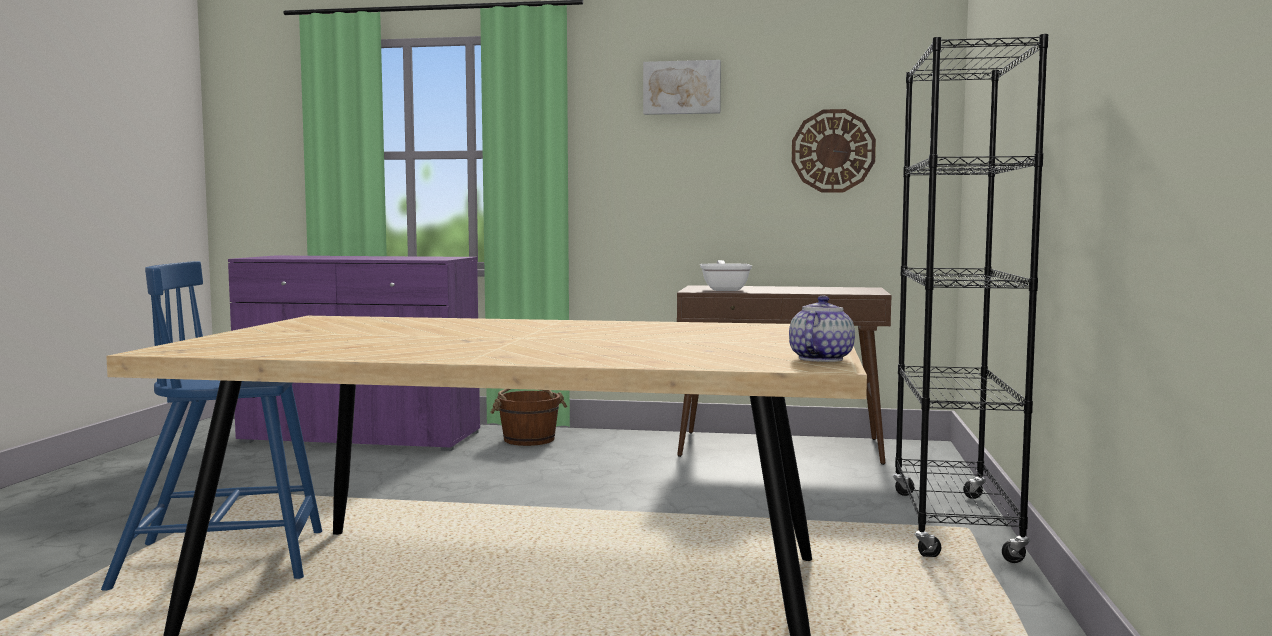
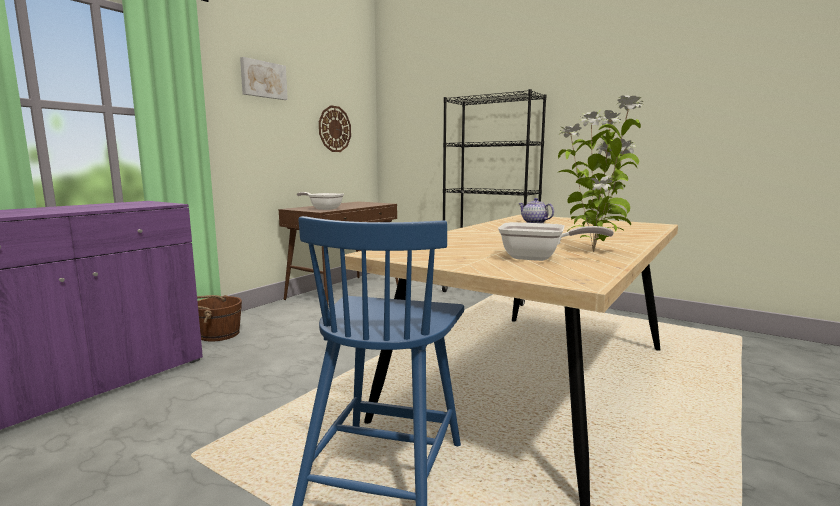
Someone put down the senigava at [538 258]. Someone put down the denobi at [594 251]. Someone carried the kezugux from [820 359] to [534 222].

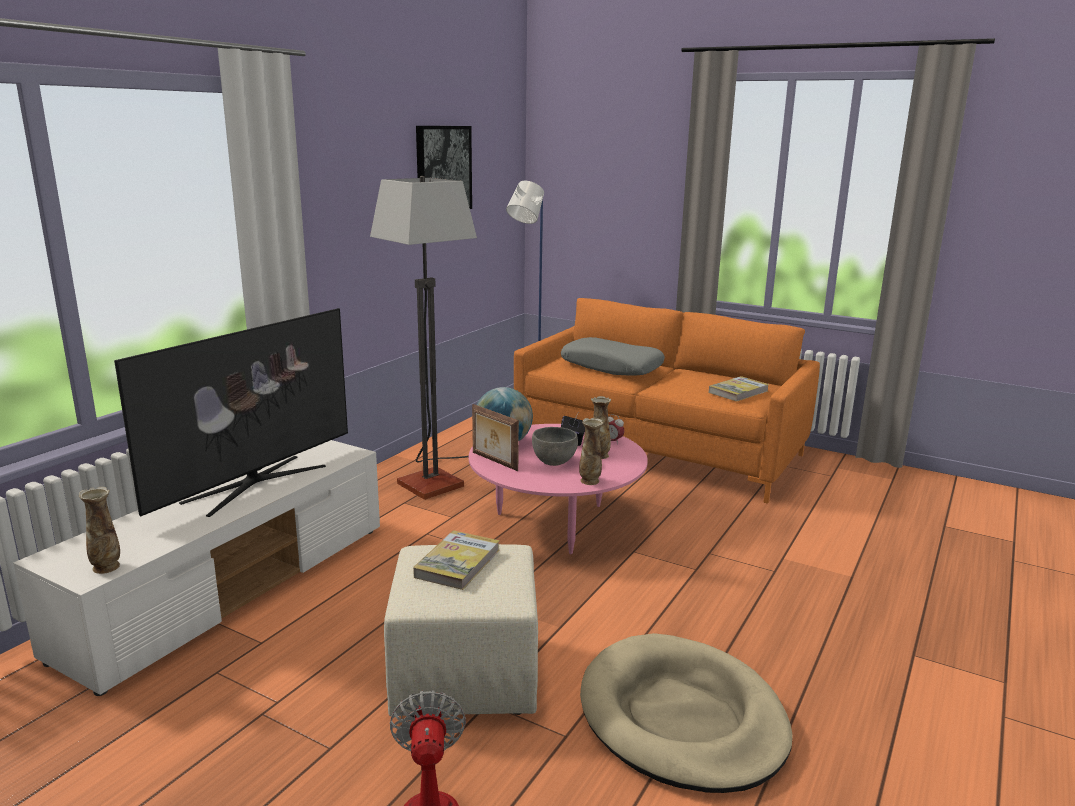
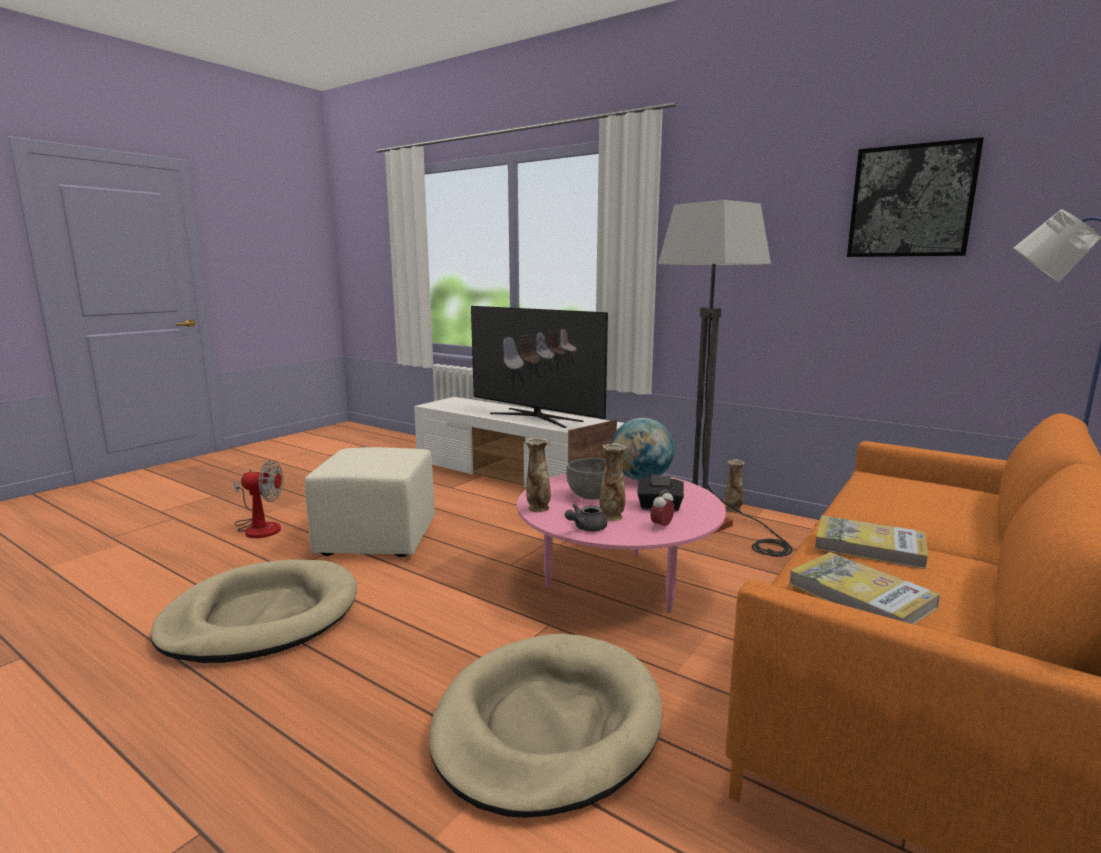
Someone took away the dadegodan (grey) at [612 367]. Someone put down the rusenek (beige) at [547 725]. Someone put down the kezugux (grey) at [586 528]. Someone carried the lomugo from [106 567] to [732 509]. Someone carried the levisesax from [457 563] to [869 546].

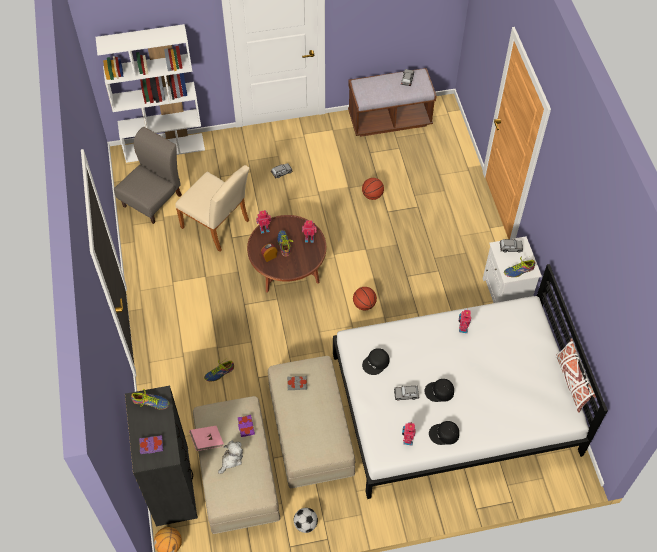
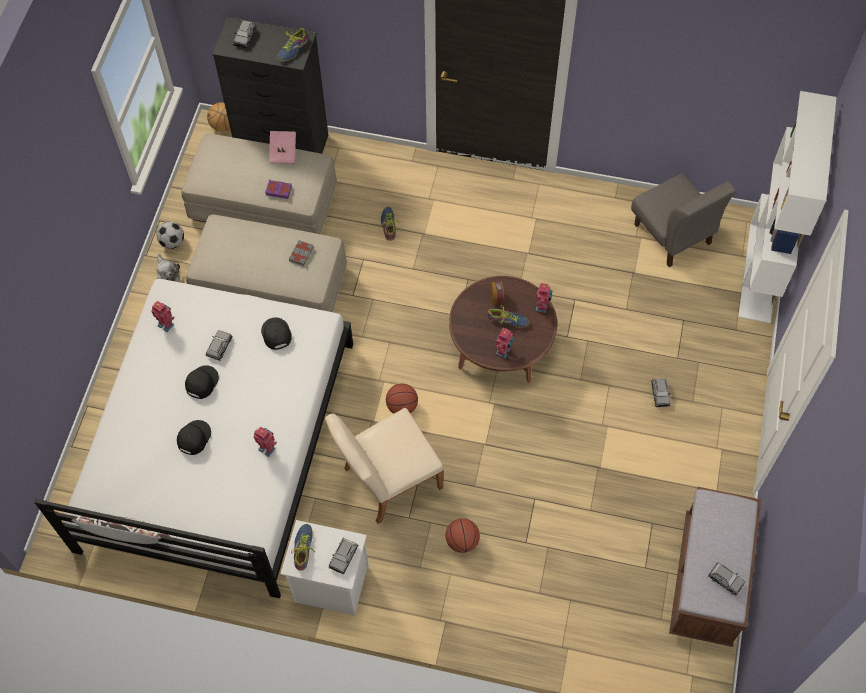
Someone carried the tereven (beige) from [218 226] to [387 481]. Someone carried the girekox from [231 459] to [167 272]. Someone carried the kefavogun from [372 195] to [462 541]. Someone carried the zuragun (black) from [444 434] to [193 437]. Someone swapped the levisesax (purple) at [151 446] for the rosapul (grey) at [245 37].

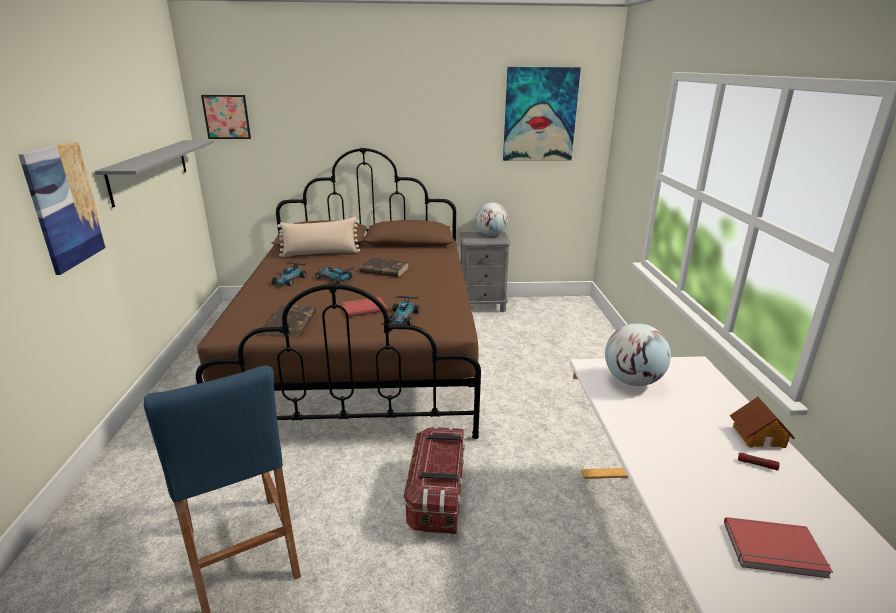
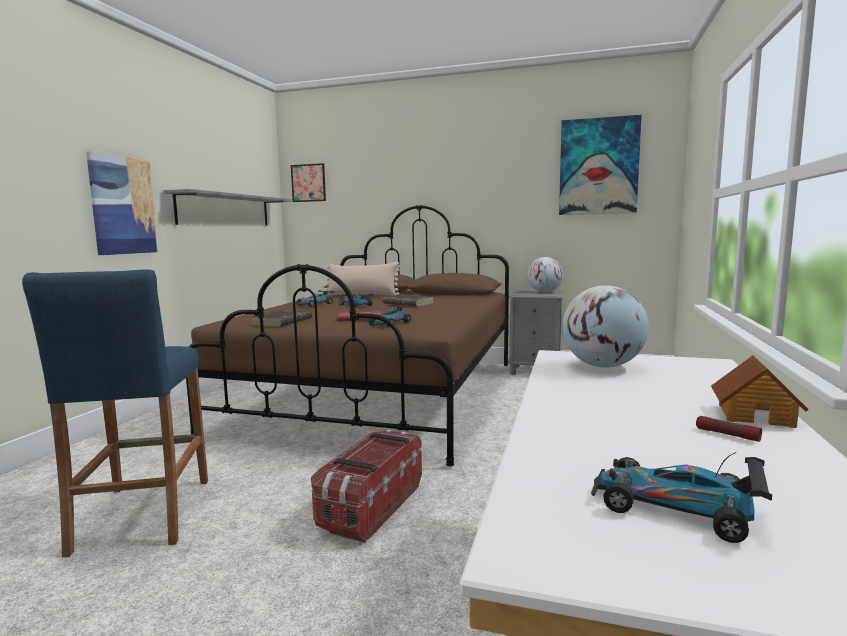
Someone swapped the levisesax (red) at [775 551] for the rosapul at [676 507].

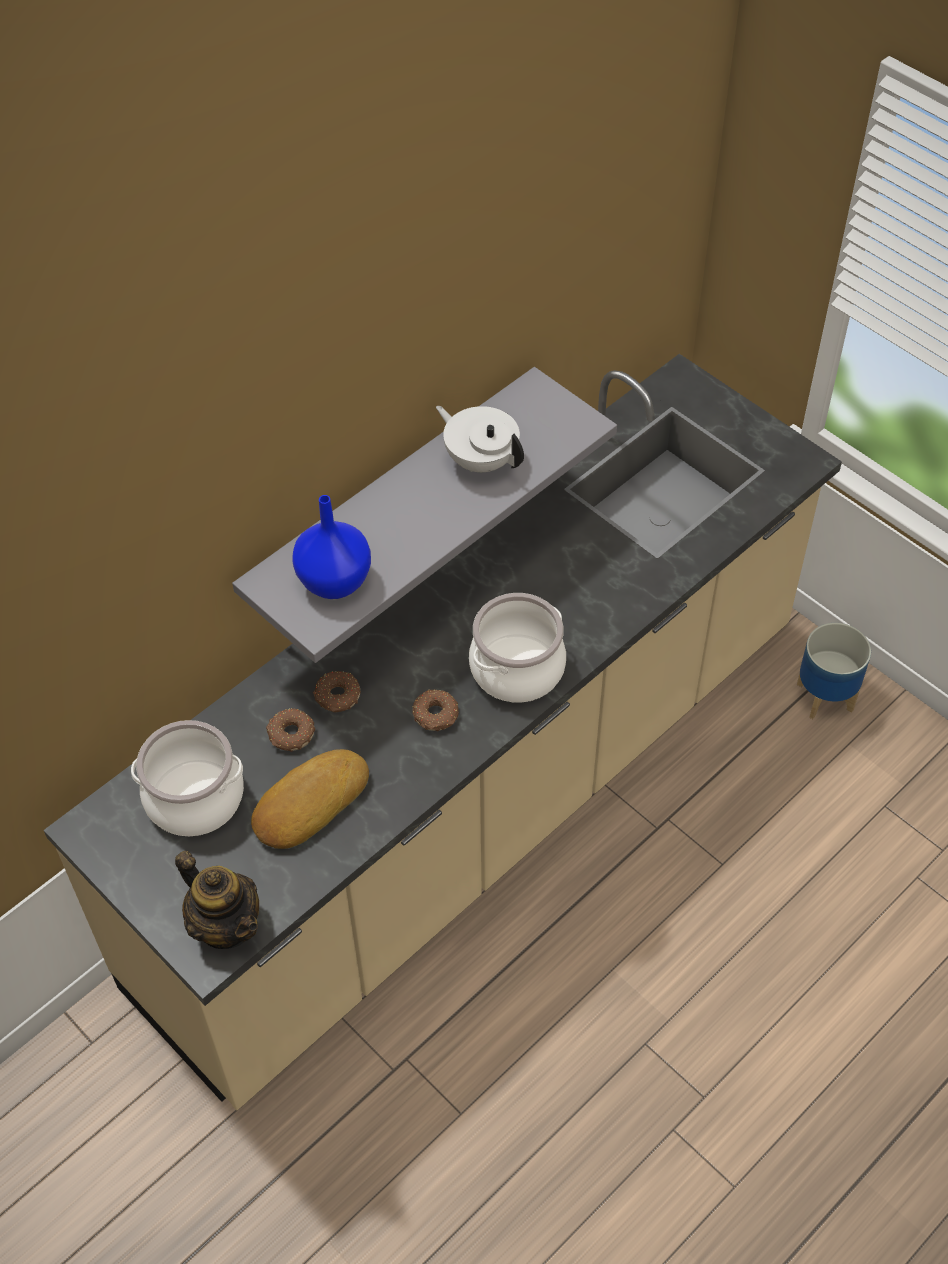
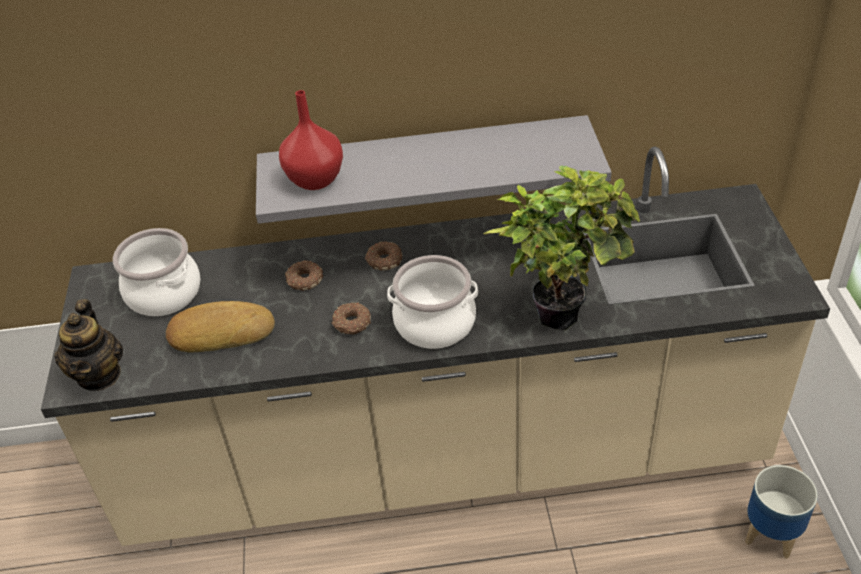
Someone took away the kezugux (white) at [481 460]. Someone put down the denobi at [561 310]. Someone carried the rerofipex from [290 734] to [384 260]. Someone repainted the lomugo (blue) at [334 583], which became the lomugo (red) at [314 180].

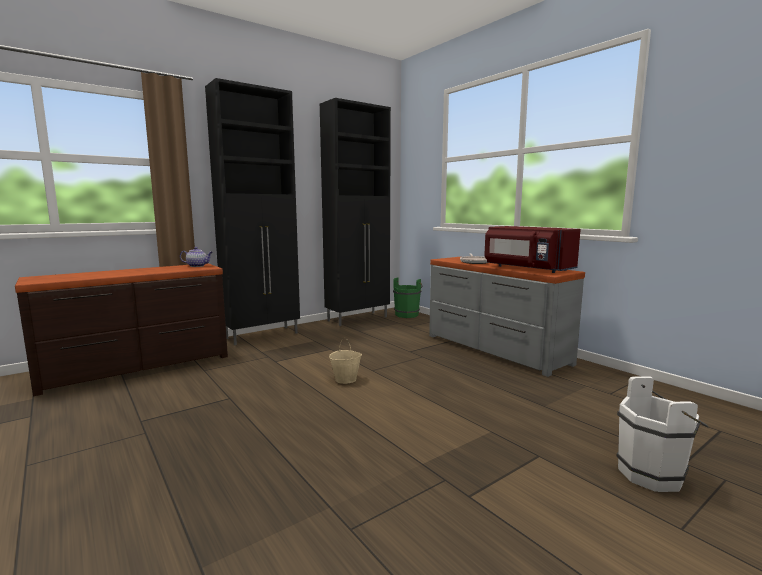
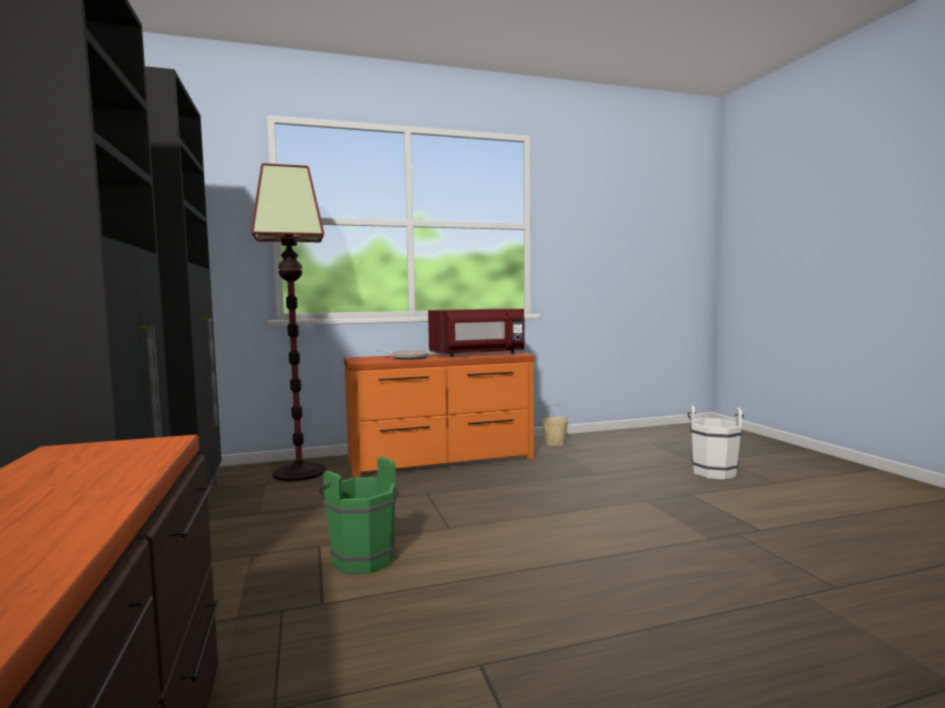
Someone took away the kezugux at [197 266]. Someone put down the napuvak at [300 472]. Someone carried the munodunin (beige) from [346 379] to [554 443]. Someone carried the munodunin (green) from [407 314] to [360 558]. Someone repainted the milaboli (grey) at [494 349], which became the milaboli (orange) at [441 460].

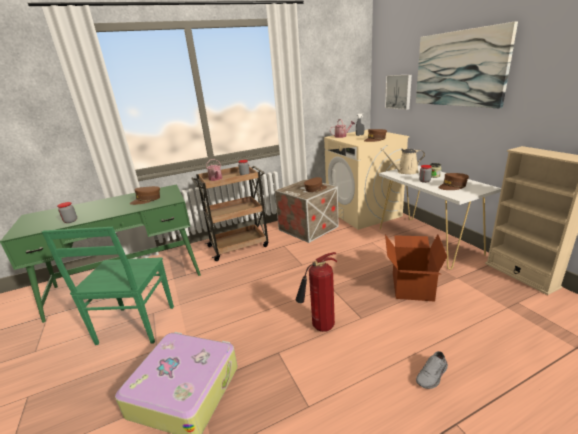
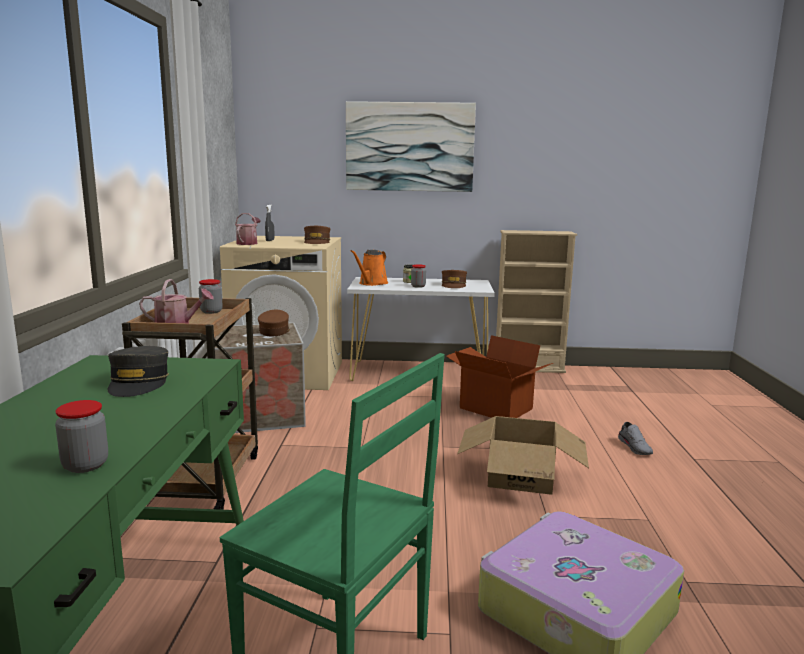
Someone took away the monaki at [399 92]. Someone swapped the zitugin at [320 327] for the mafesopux at [521 476]. Someone repainted the zuragun (brown) at [146 200], which became the zuragun (grey) at [139 383]. Someone repainted the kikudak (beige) at [405 172], which became the kikudak (orange) at [371 283].

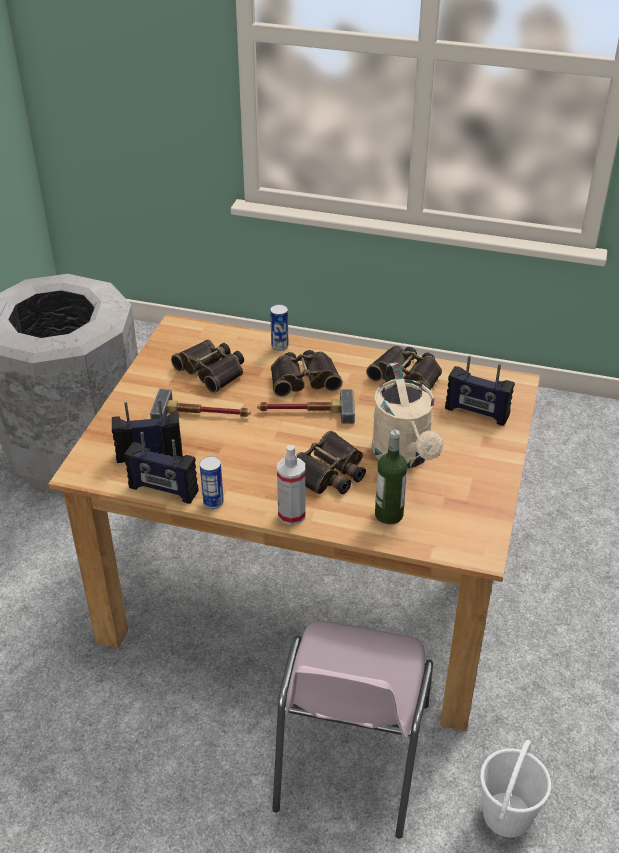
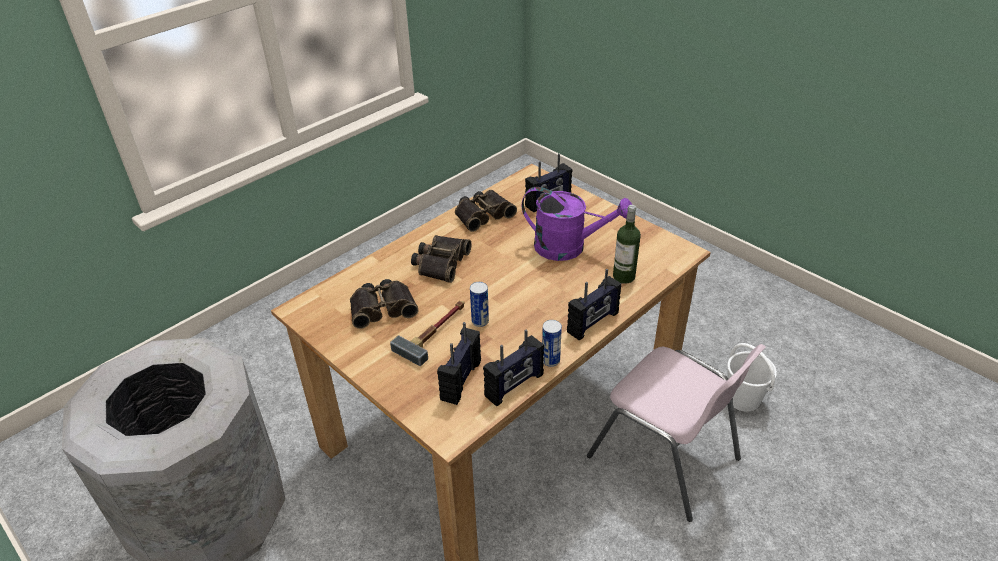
Someone took away the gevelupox at [305 411]. Someone took away the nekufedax at [329 473]. Someone carried the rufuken from [279 346] to [480 321]. Someone swapped the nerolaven at [291 515] for the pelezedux at [593 323]. Someone repainted the kikudak (beige) at [405 456], which became the kikudak (purple) at [569 247].

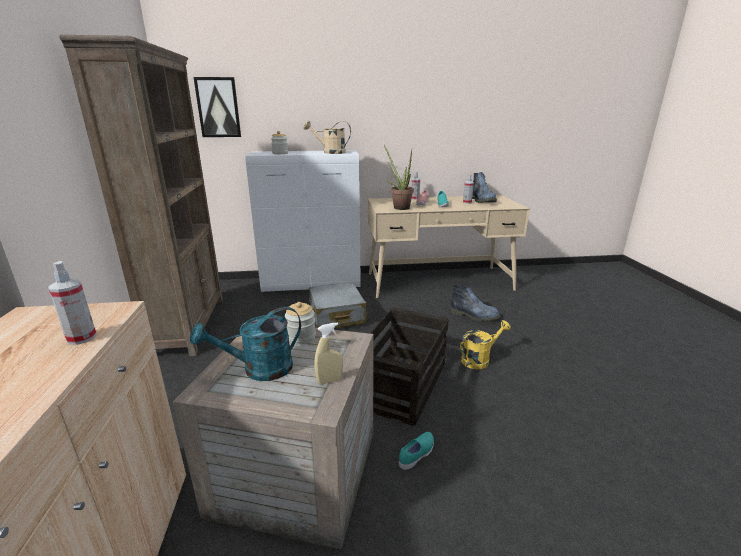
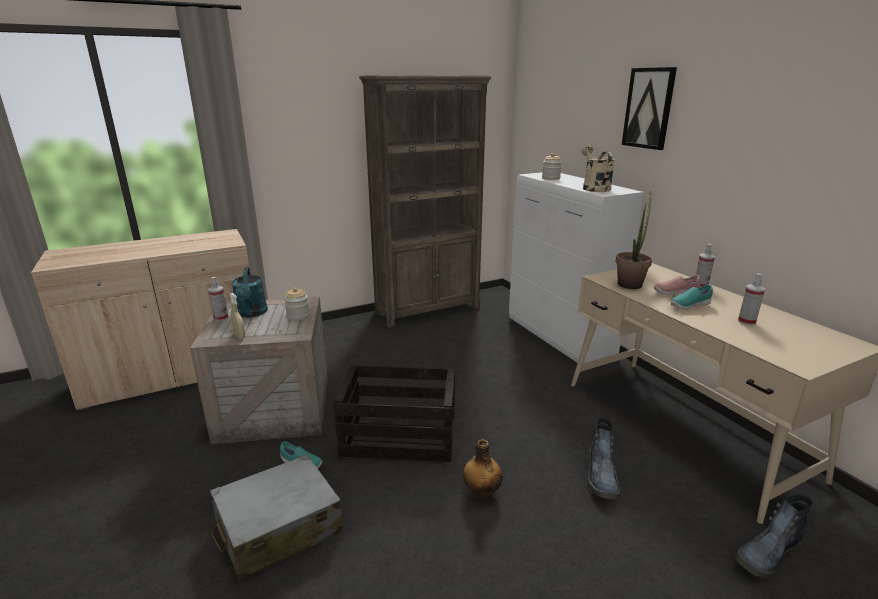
Someone carried the nerolaven from [81 338] to [221 318]. Someone carried the monaki from [218 107] to [649 108]. Someone carried the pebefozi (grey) from [336 315] to [278 528]. Someone carried the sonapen from [482 201] to [767 555]. Someone swapped the kikudak (yellow) at [479 359] for the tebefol at [482 492]. Someone rotated the kikudak (turquoise) at [259 370] by 150 degrees counterclockwise.

